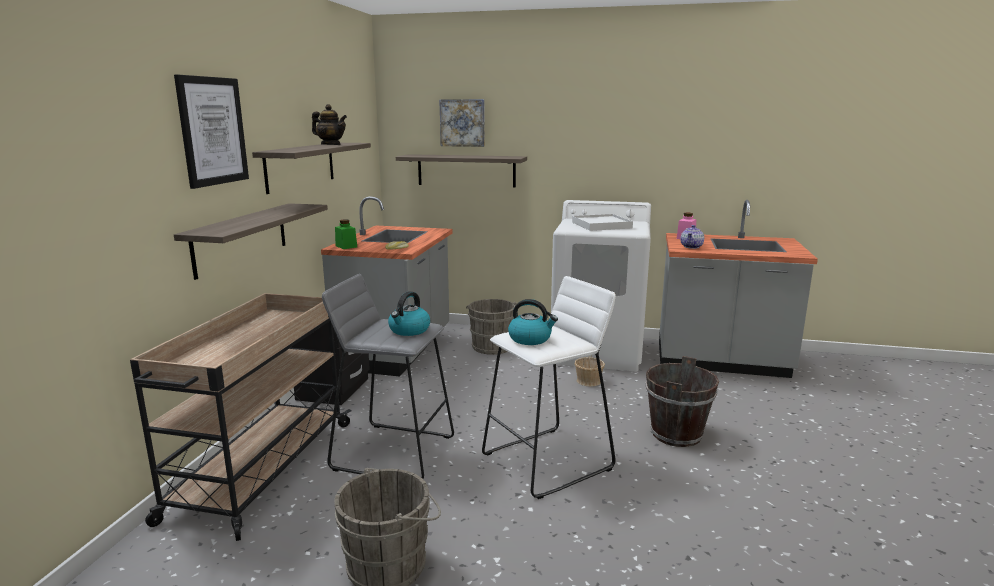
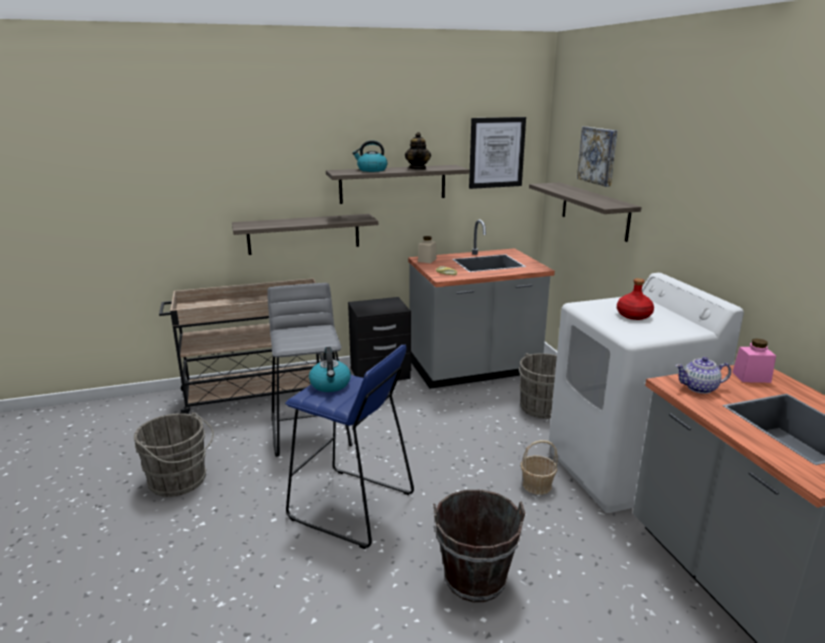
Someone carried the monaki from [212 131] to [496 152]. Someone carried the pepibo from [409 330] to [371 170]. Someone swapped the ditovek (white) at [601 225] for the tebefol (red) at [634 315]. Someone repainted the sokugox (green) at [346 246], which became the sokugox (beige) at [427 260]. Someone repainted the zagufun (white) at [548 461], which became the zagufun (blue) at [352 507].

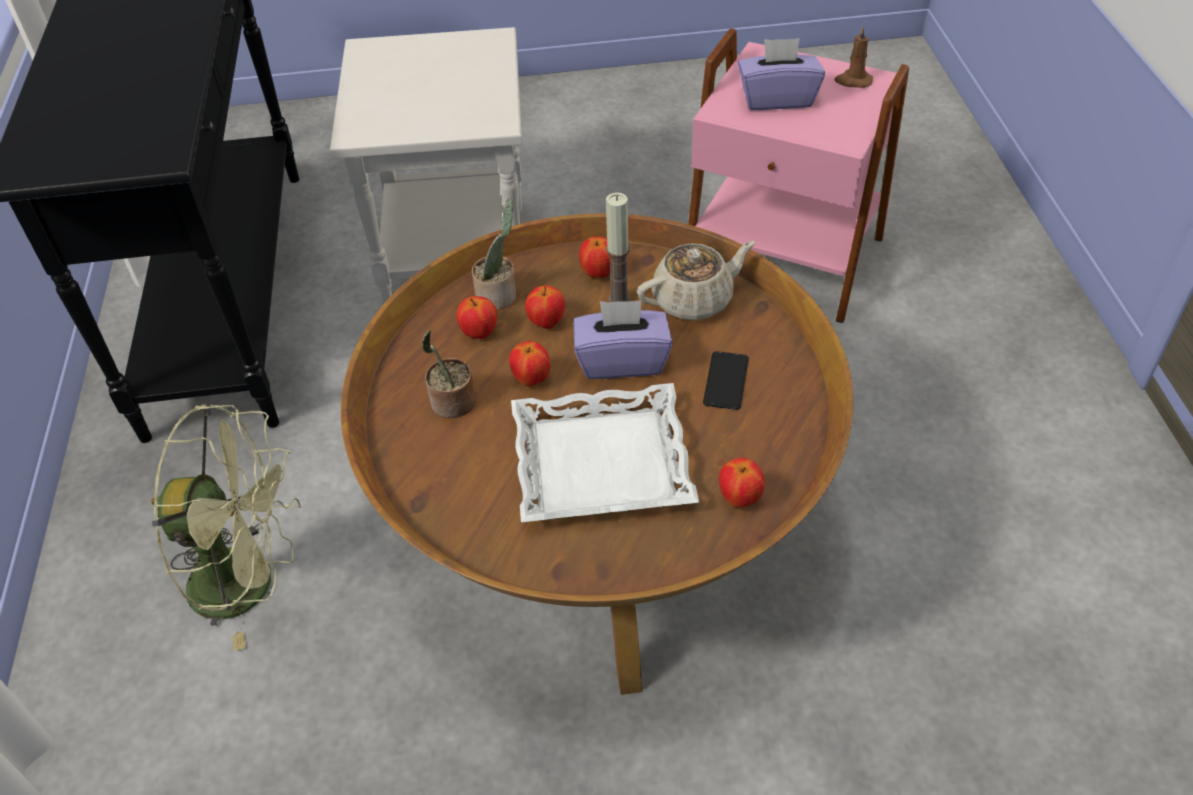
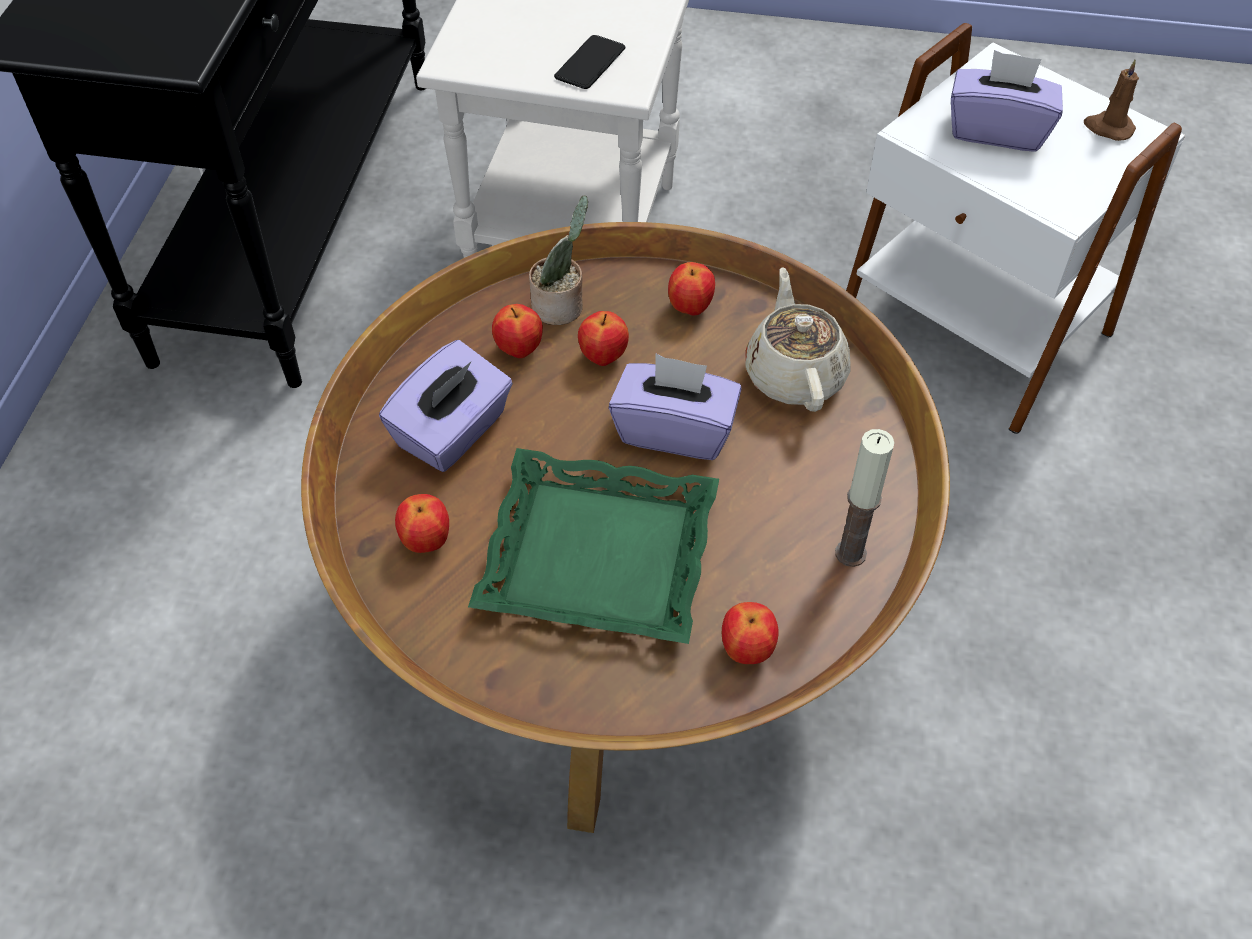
Someone took away the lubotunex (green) at [251 581]. Someone carried the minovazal from [531 380] to [426 541]. Someone carried the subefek from [619 300] to [850 553]. Someone carried the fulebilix from [726 381] to [590 63]. Someone swapped the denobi at [452 404] for the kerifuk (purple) at [453 432]. Someone repainted the ditovek (white) at [602 462], which became the ditovek (green) at [599 555]. Someone repainted the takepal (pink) at [783 260], which became the takepal (white) at [971 331]. Someone rotated the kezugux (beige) at [694 300] by 90 degrees counterclockwise.

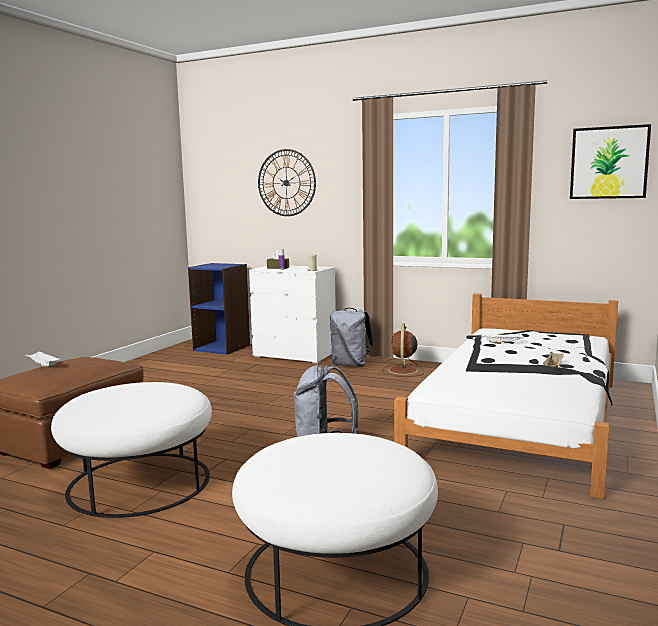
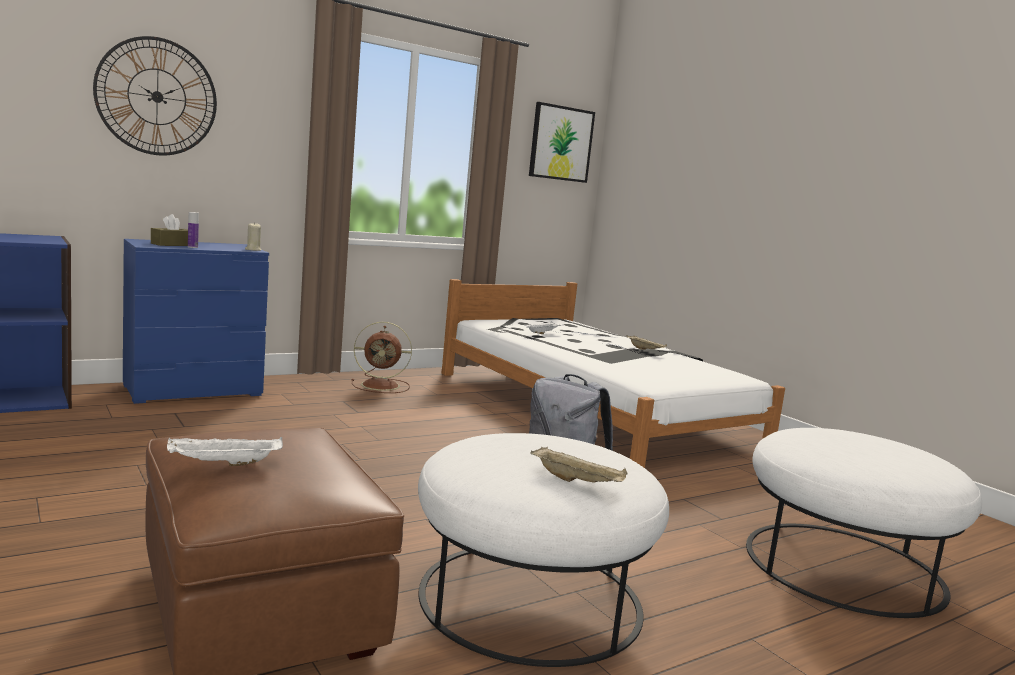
Someone took away the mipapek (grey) at [351 365]. Someone put down the ditovek (beige) at [578 481]. Someone repainted the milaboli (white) at [295 355], which became the milaboli (blue) at [194 390]. Someone rotated the lubotunex (brown) at [402 371] by 45 degrees counterclockwise.

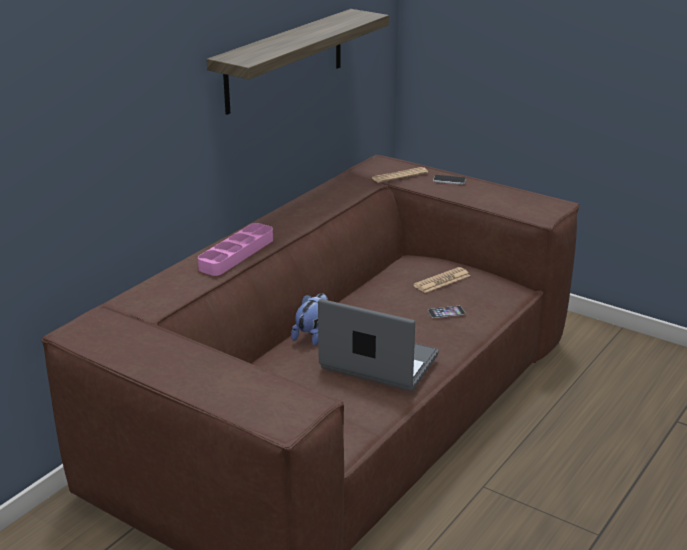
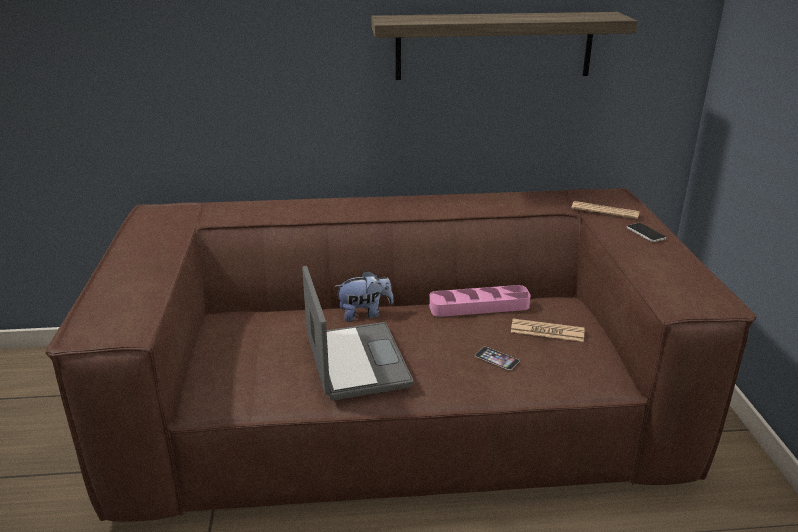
Someone carried the ditovek (pink) from [236 254] to [479 306].

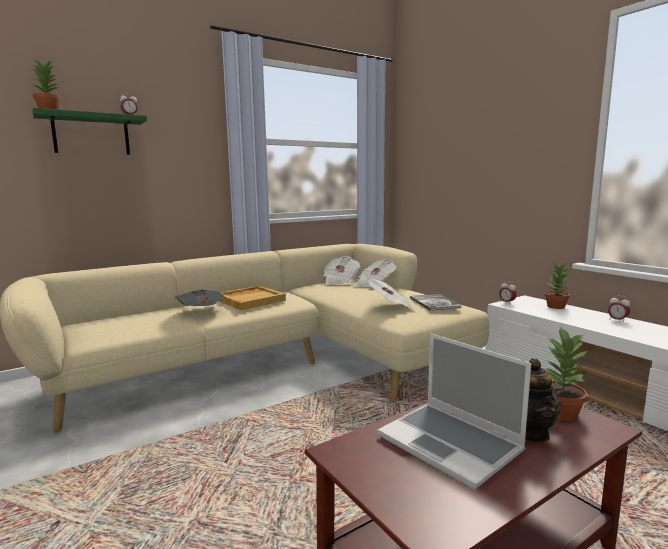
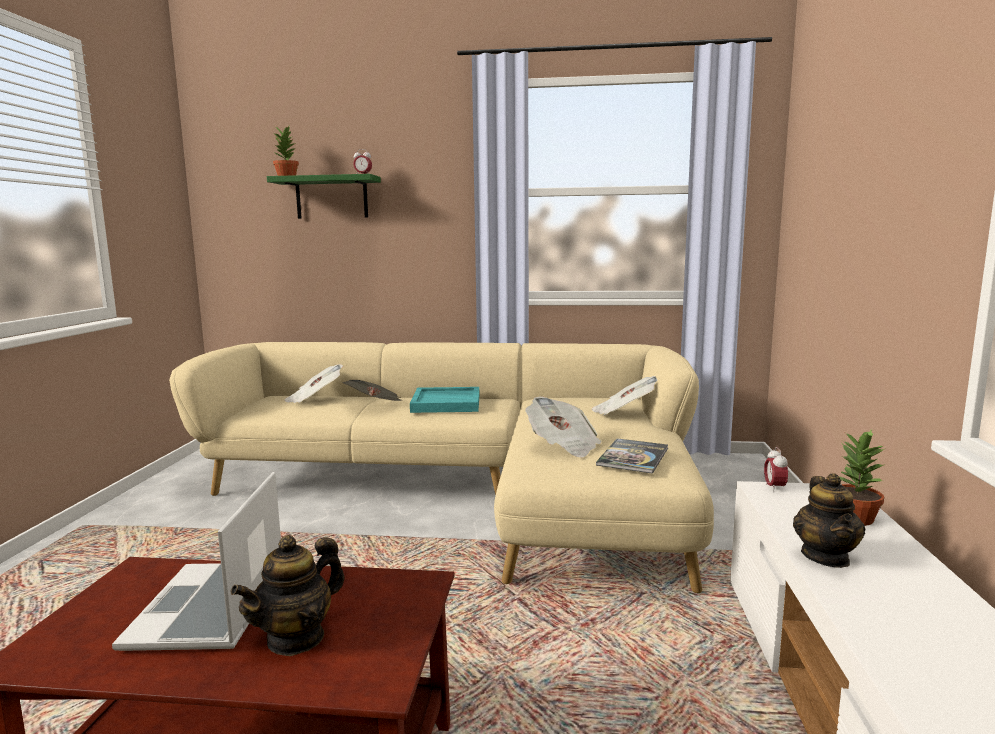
Someone took away the denobi at [561 413]. Someone took away the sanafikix at [617 320]. Someone put down the kezugux at [826 557]. Someone carried the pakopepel from [339 281] to [314 399]. Someone repainted the ditovek (beige) at [250 300], which became the ditovek (turquoise) at [447 403].

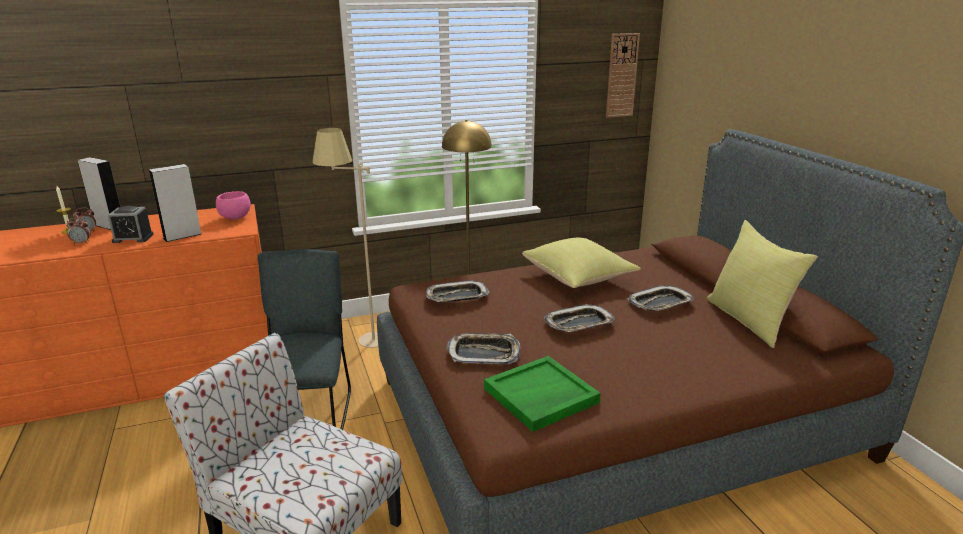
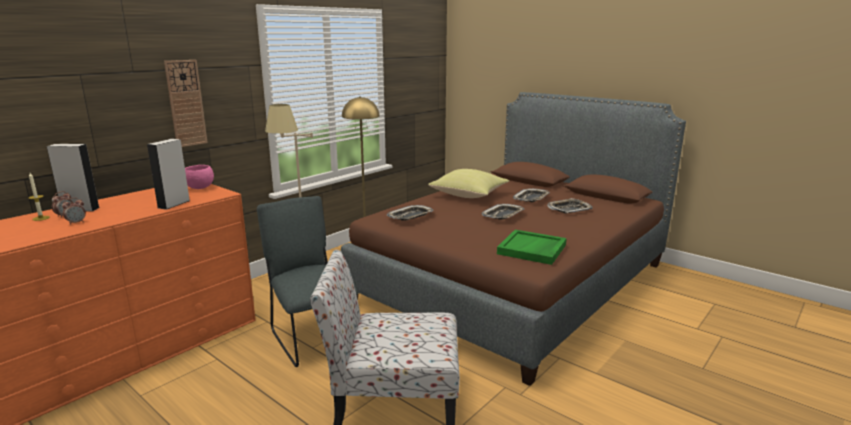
Someone took away the sanafikix at [133 238]. Someone took away the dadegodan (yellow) at [750 320]. Someone carried the ditovek from [484 353] to [569 209]. Someone carried the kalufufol from [621 75] to [186 103].

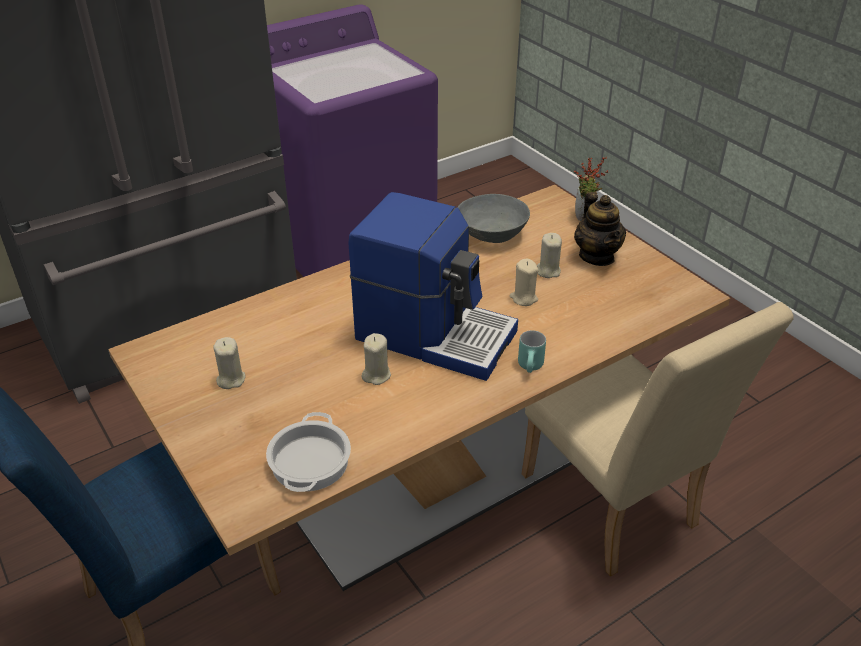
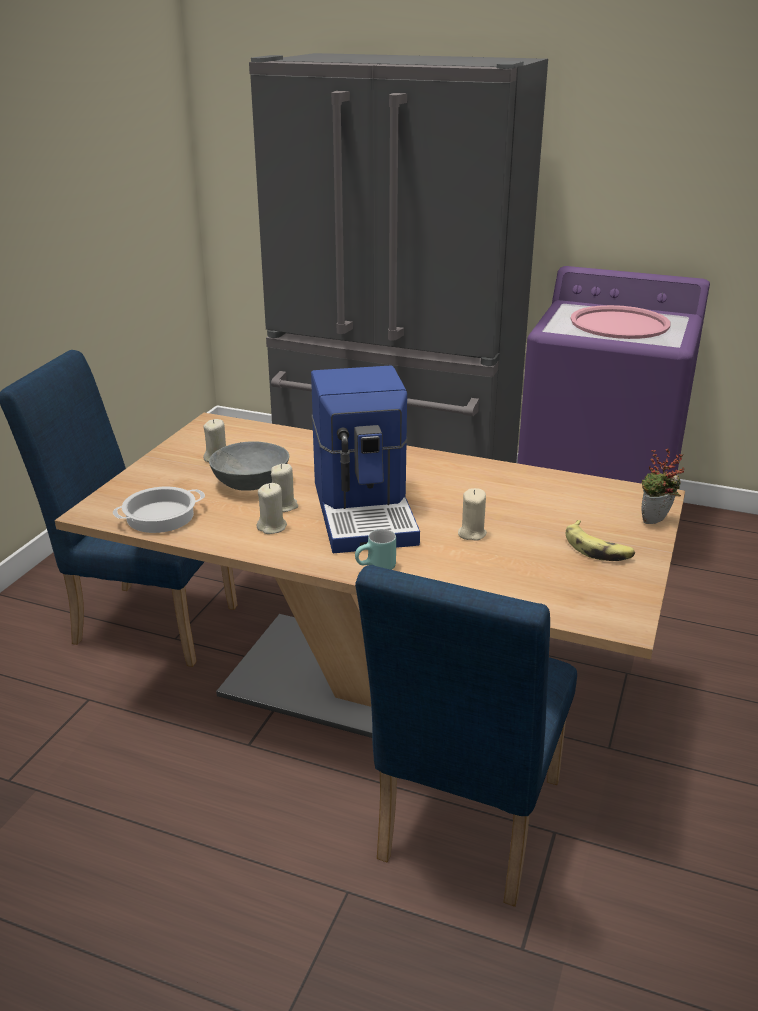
Someone put down the ditovek (pink) at [619 324]. Someone carried the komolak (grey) from [492 233] to [251 483]. Someone carried the subefek (beige) from [548 271] to [272 527]. Someone swapped the kezugux at [597 256] for the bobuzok at [597 549]. Someone repainted the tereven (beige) at [615 512], which became the tereven (blue) at [464 830].

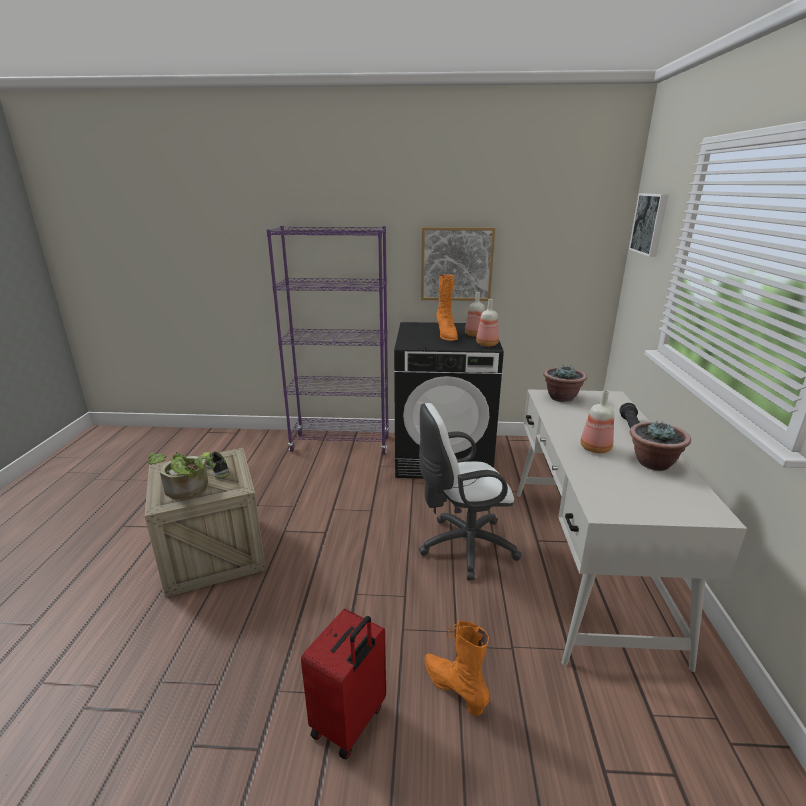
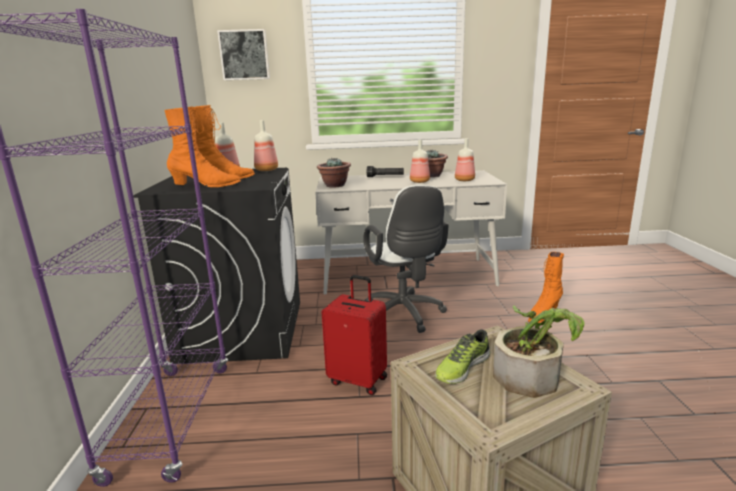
Someone took away the monaki at [456 264]. Someone put down the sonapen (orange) at [206 186]. Someone put down the tebefol at [464 180]. Someone carried the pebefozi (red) from [350 721] to [358 379].

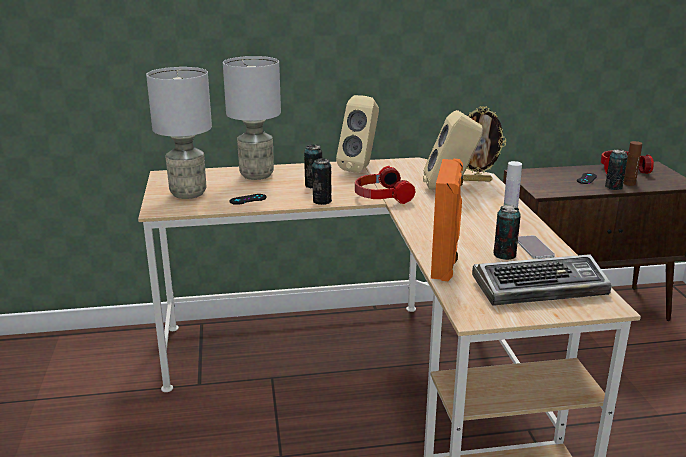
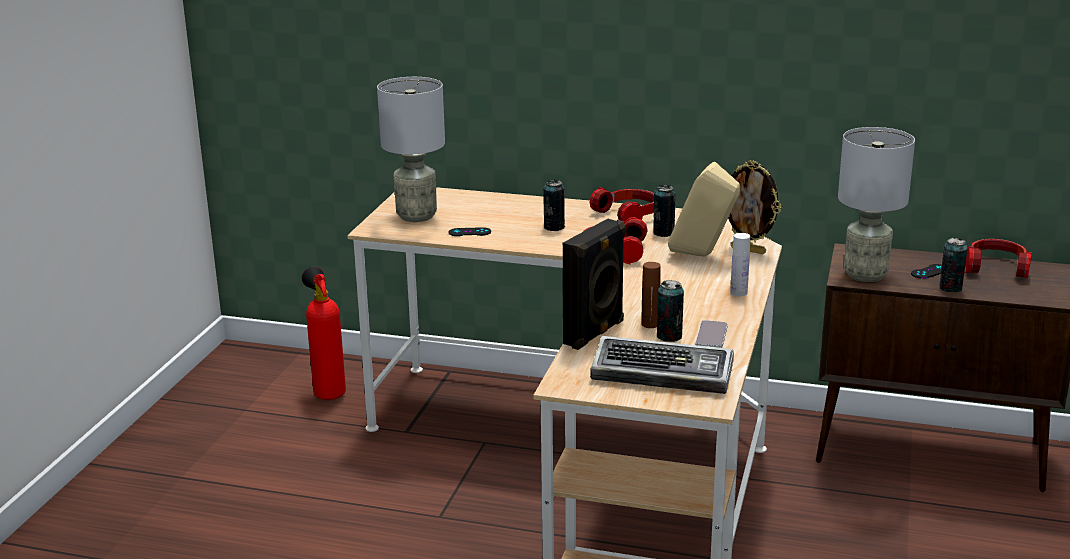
Someone put down the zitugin at [328 392]. Someone carried the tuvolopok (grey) from [256 175] to [864 275]. Someone carried the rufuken from [322 201] to [663 233]. Someone carried the tebefol (brown) from [629 183] to [650 324]. Someone swapped the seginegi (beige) at [361 168] for the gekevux at [629 215]. Someone repainted the seginegi (orange) at [445 264], which became the seginegi (black) at [595 333].

